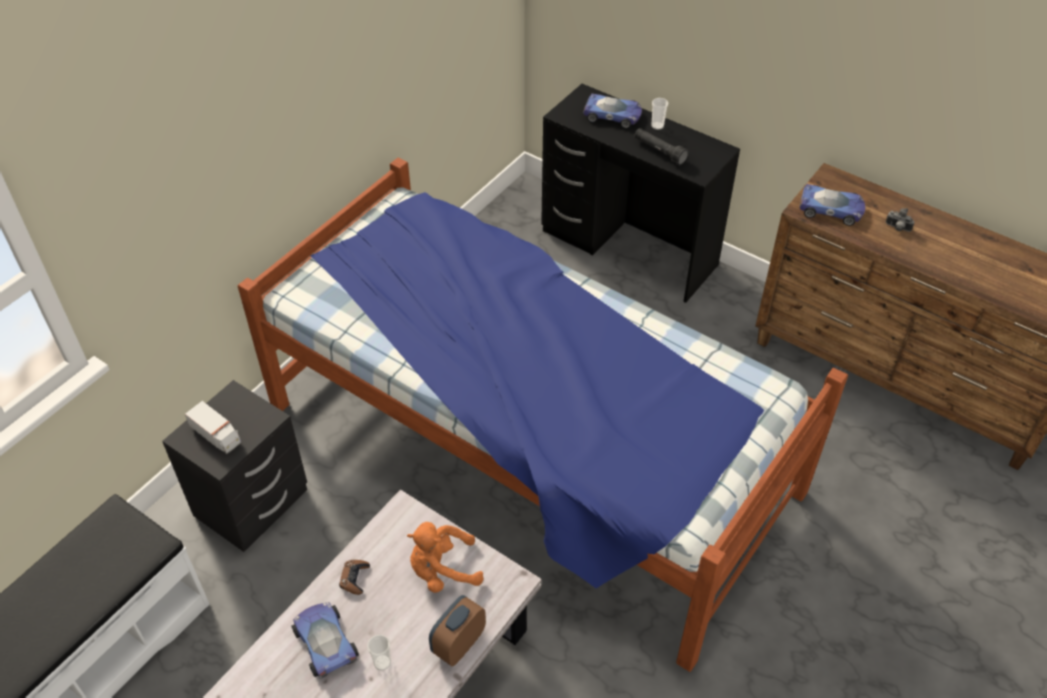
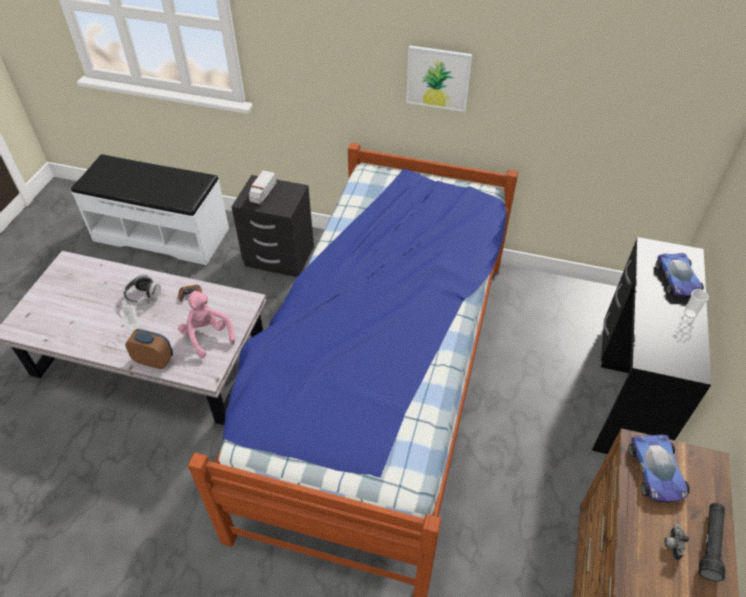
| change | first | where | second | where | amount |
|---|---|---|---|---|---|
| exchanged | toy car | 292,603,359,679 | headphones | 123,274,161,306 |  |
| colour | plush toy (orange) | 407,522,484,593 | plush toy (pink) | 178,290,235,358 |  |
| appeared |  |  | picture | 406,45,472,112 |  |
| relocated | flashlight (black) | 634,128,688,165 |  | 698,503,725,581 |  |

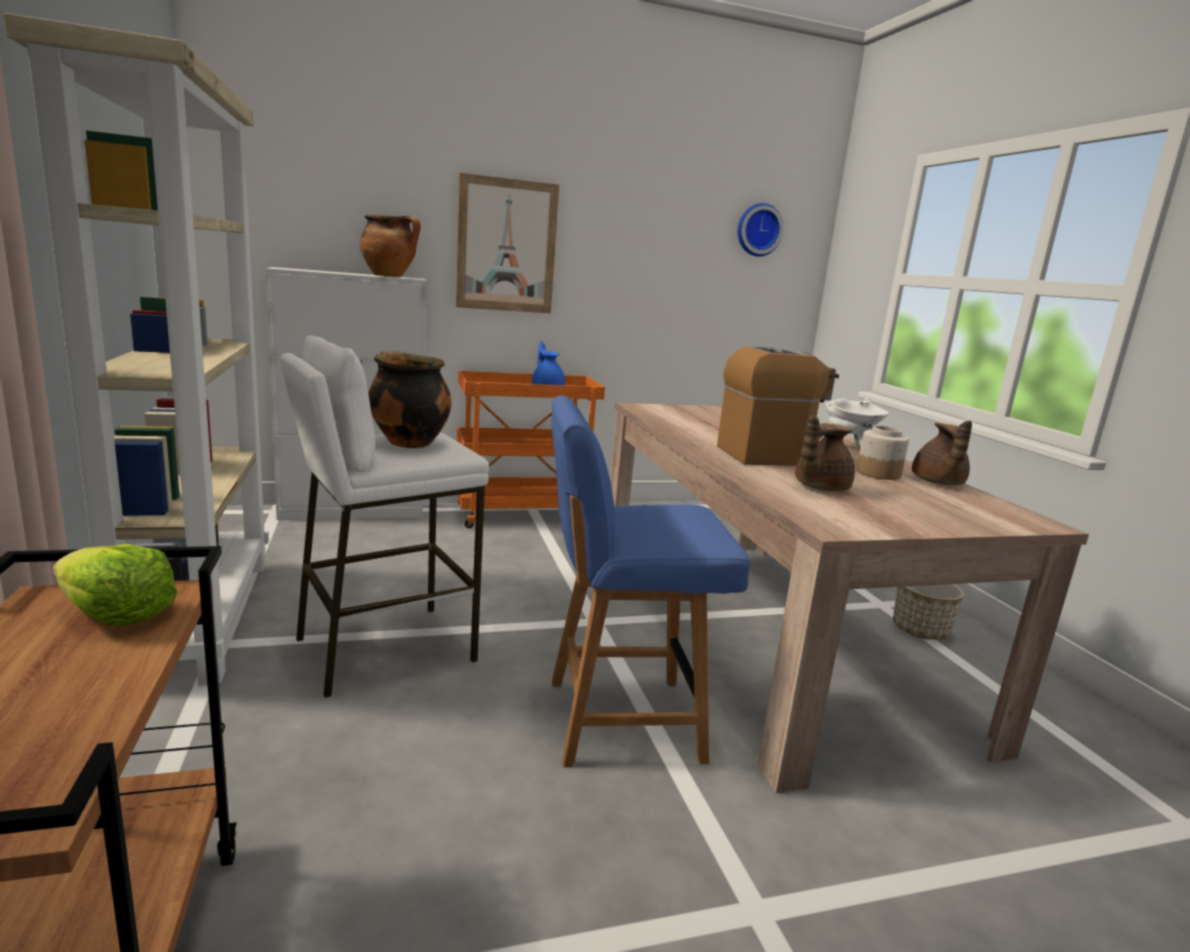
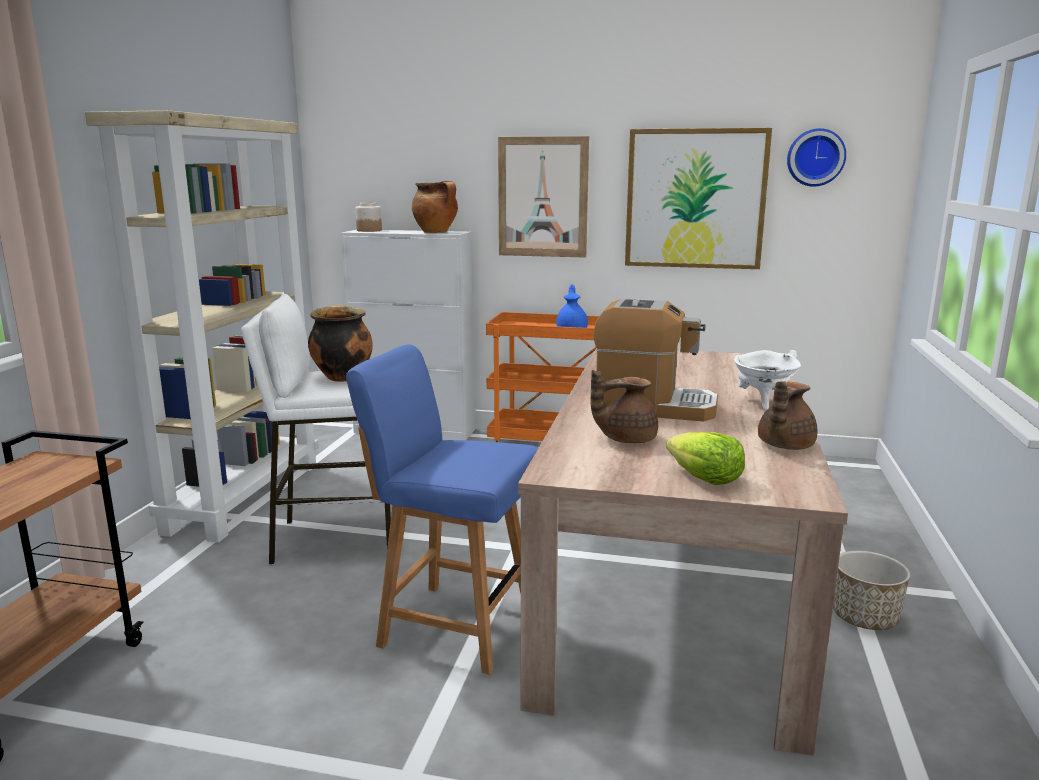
| change | first | where | second | where | amount |
|---|---|---|---|---|---|
| relocated | jar | 857,426,909,480 |  | 355,202,382,232 |  |
| appeared |  |  | picture | 625,128,772,269 |  |
| relocated | lettuce | 53,544,178,626 |  | 666,432,745,485 |  |

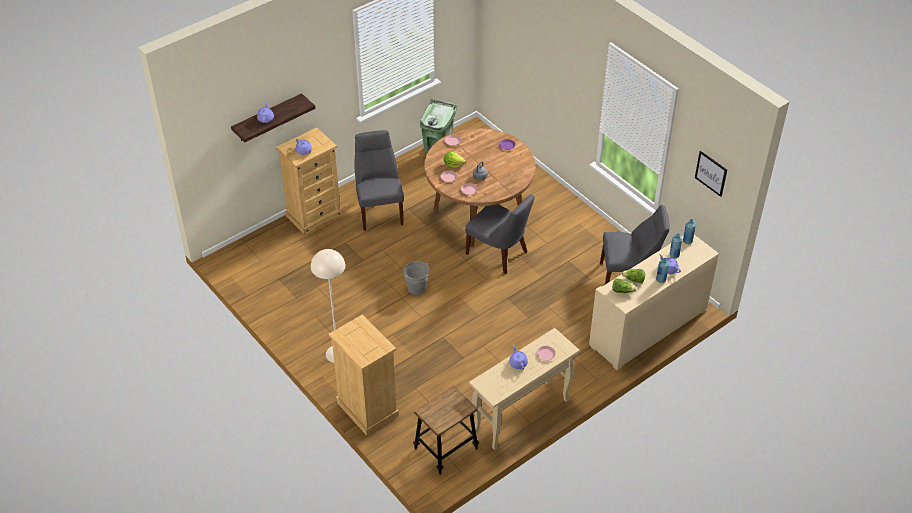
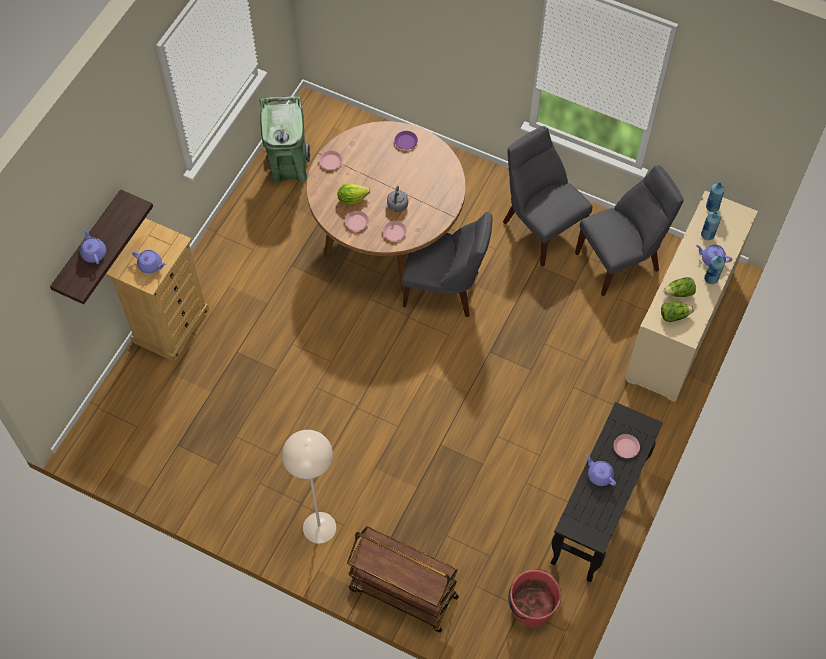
| change | first | where | second | where | amount |
|---|---|---|---|---|---|
| exchanged | dresser (beige) | 329,314,399,436 | cart (brown) | 347,527,459,633 |  |
| relocated | chair (grey) | 354,130,404,231 |  | 503,126,593,267 |  |
| exchanged | stool | 413,385,479,475 | bucket (red) | 508,569,561,627 |  |
| colour | console table (beige) | 469,328,580,450 | console table (black) | 550,402,663,582 |  |
| missing | bucket (grey) | 404,261,429,295 |  |  |  |
| missing | picture | 695,151,727,197 |  |  |  |

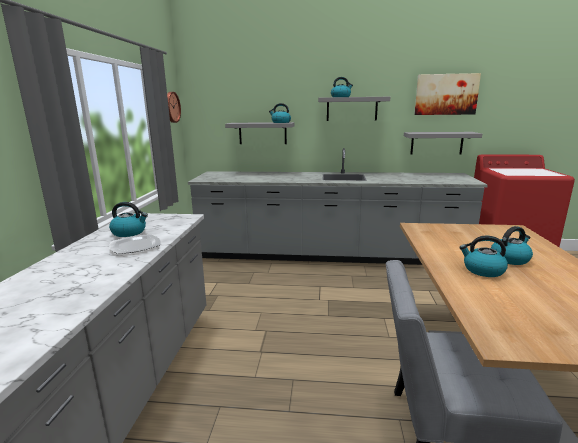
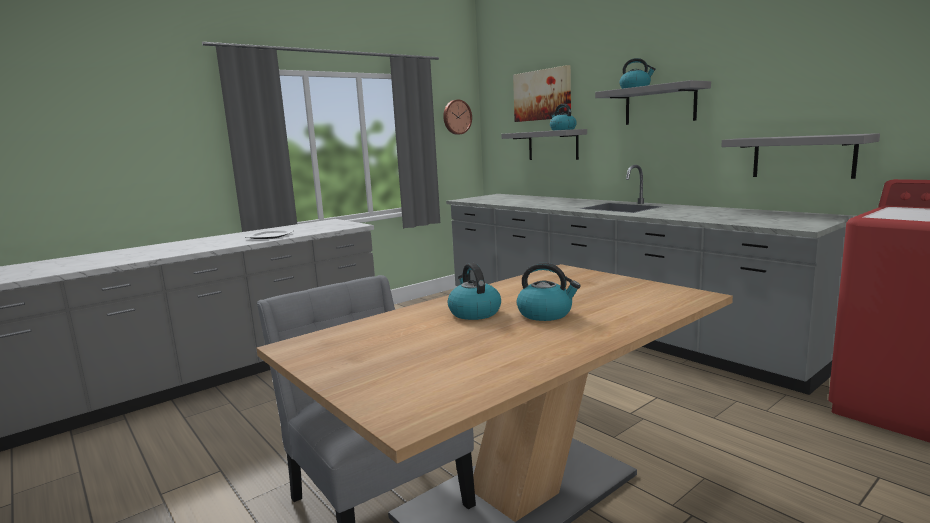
| change | first | where | second | where | amount |
|---|---|---|---|---|---|
| relocated | picture | 414,73,481,115 |  | 513,65,571,122 |  |
| missing | kettle | 109,202,148,237 |  |  |  |

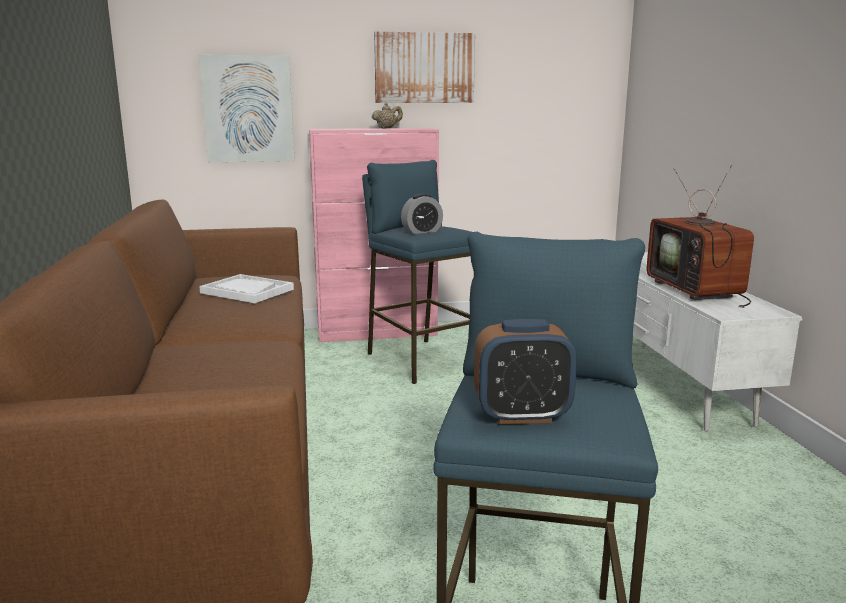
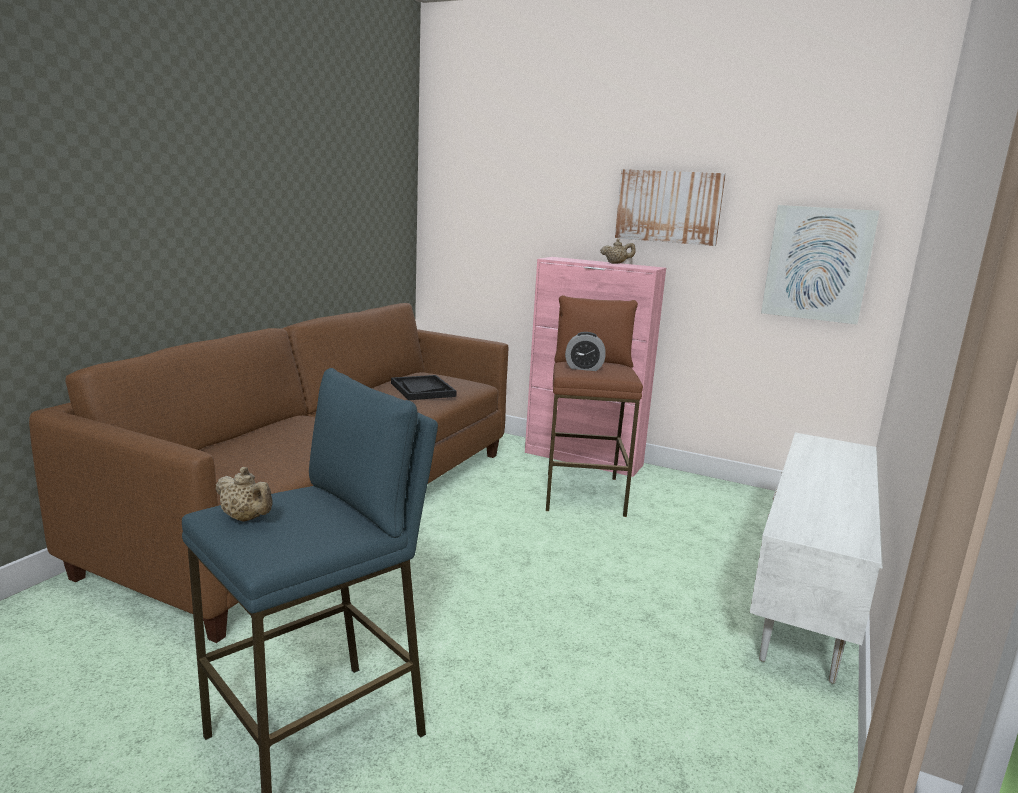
| change | first | where | second | where | amount |
|---|---|---|---|---|---|
| exchanged | alarm clock | 474,319,577,424 | teapot (beige) | 215,467,273,522 |  |
| colour | tray (white) | 199,274,294,303 | tray (black) | 391,375,457,400 |  |
| colour | stool (blue) | 362,160,473,384 | stool (brown) | 546,295,643,517 |  |
| relocated | picture | 199,55,295,162 |  | 761,205,880,324 |  |
| missing | television | 646,165,754,308 |  |  |  |

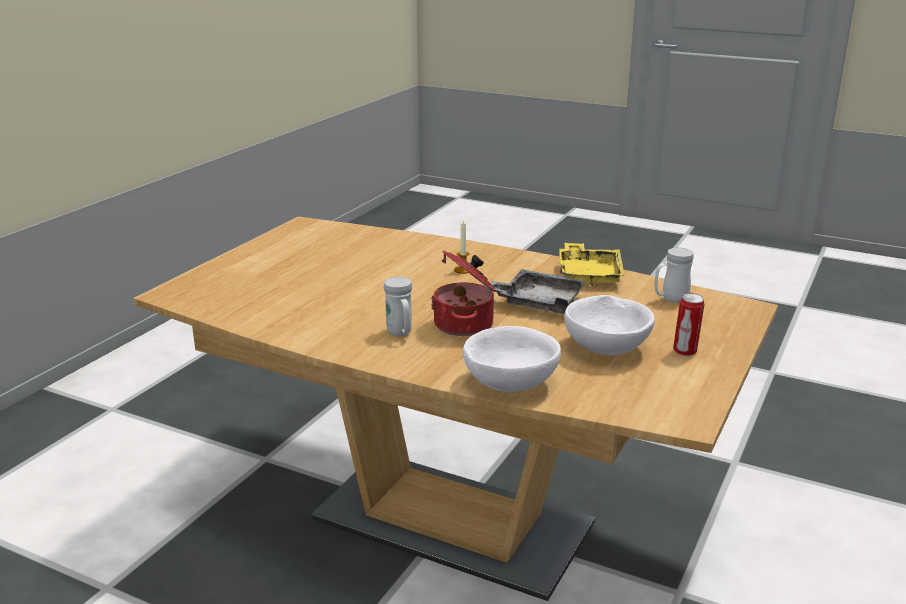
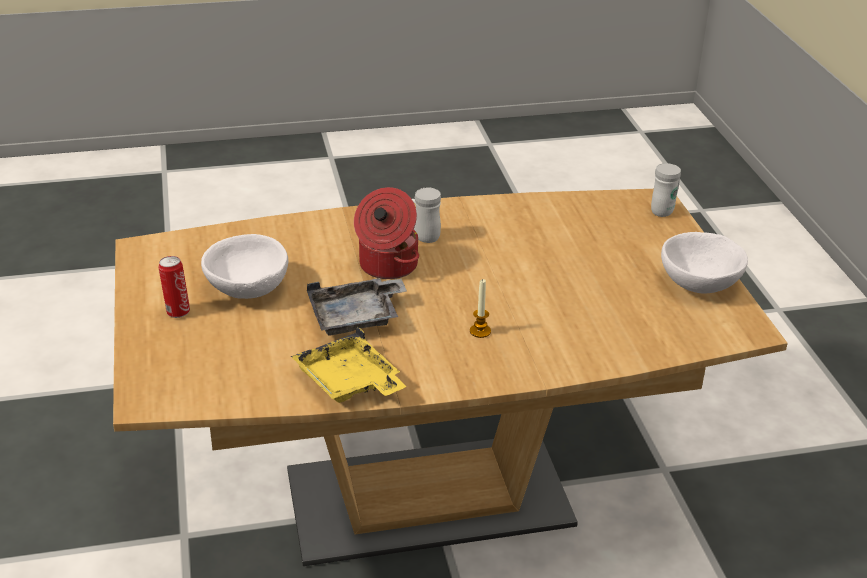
| change | first | where | second | where | amount |
|---|---|---|---|---|---|
| relocated | mug (white) | 655,247,694,303 |  | 651,163,681,217 |  |
| relocated | bowl (white) | 463,326,561,392 |  | 661,232,748,293 |  |

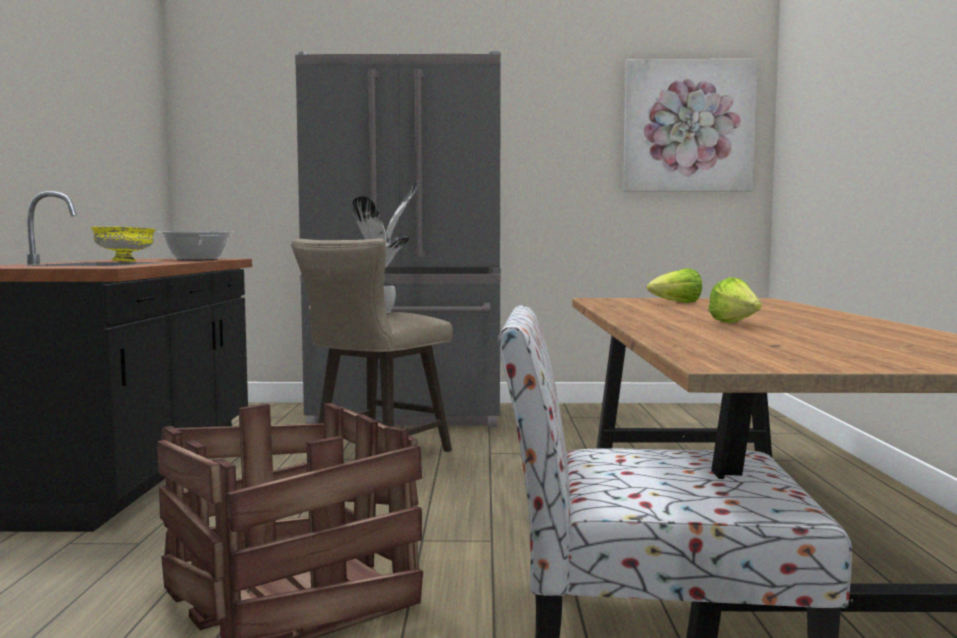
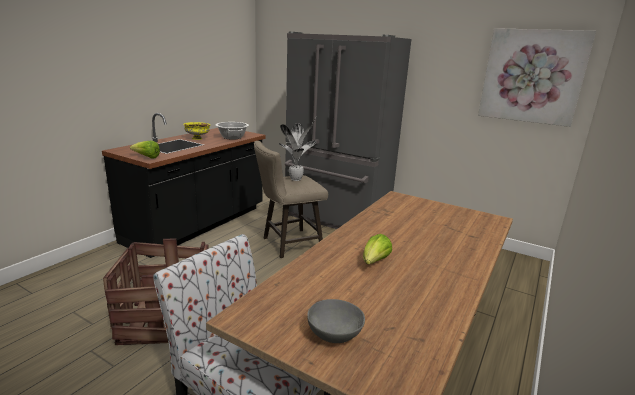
| change | first | where | second | where | amount |
|---|---|---|---|---|---|
| relocated | lettuce | 647,268,702,303 |  | 130,140,160,158 |  |
| appeared |  |  | bowl (grey) | 307,299,365,343 |  |

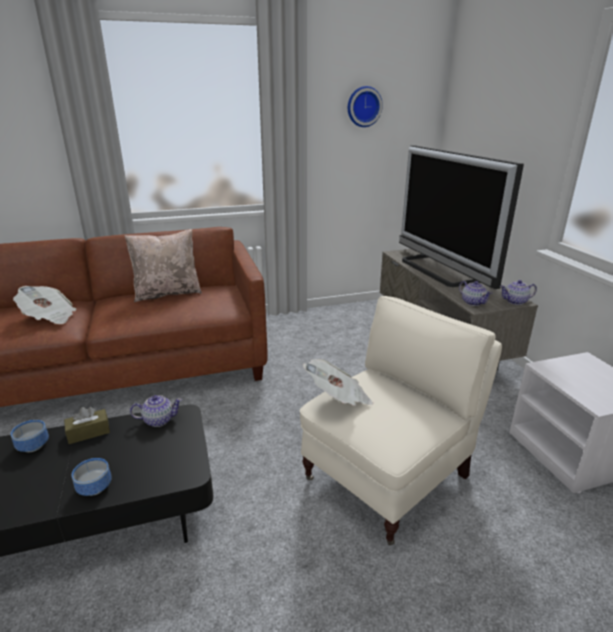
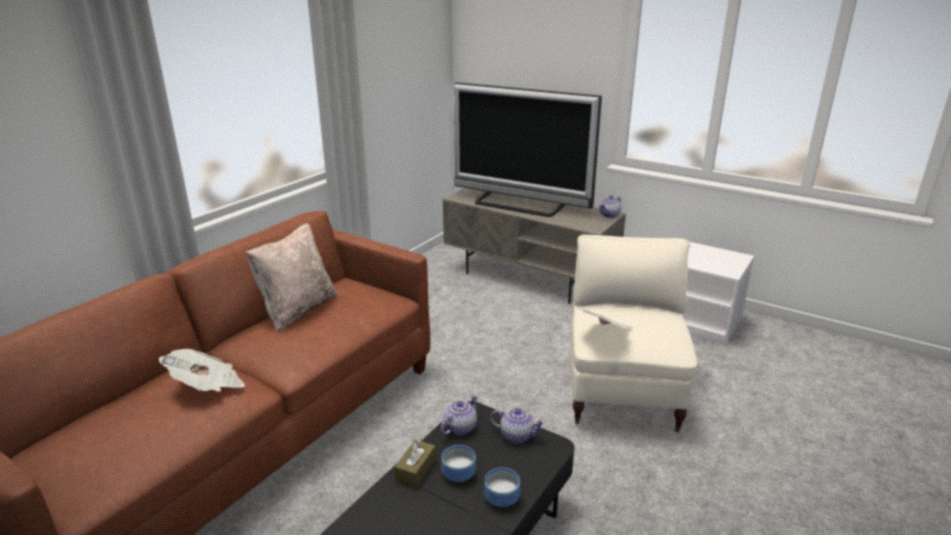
| change | first | where | second | where | amount |
|---|---|---|---|---|---|
| relocated | bowl | 11,420,49,452 |  | 442,445,476,482 |  |
| relocated | teapot | 459,281,492,306 |  | 490,408,546,444 |  |
| missing | wall clock | 348,86,383,127 |  |  |  |

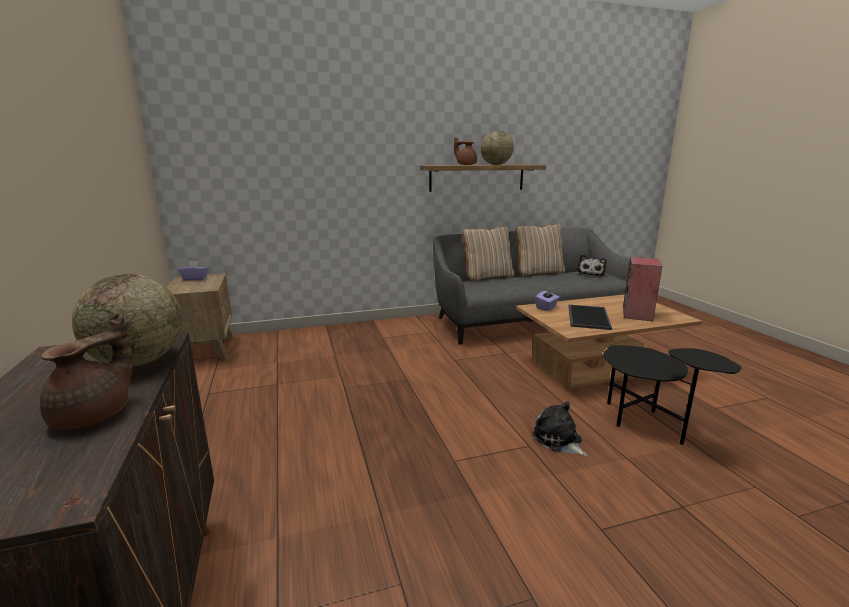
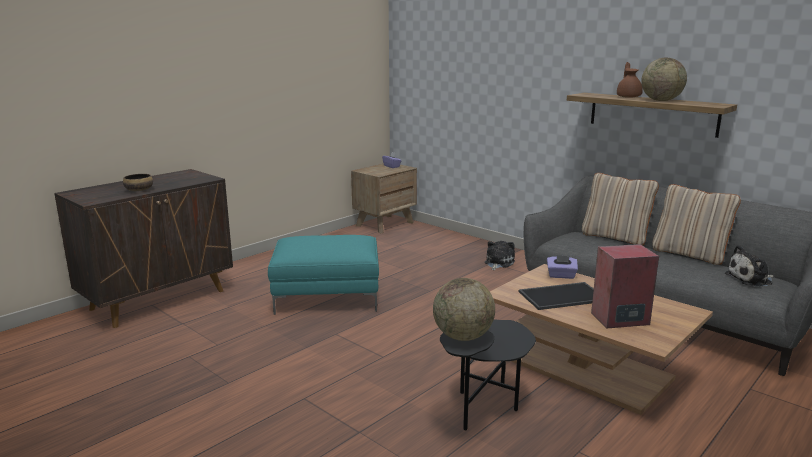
| change | first | where | second | where | amount |
|---|---|---|---|---|---|
| exchanged | teapot (brown) | 40,312,133,429 | bowl | 123,174,153,191 |  |
| appeared |  |  | ottoman (turquoise) | 268,235,379,315 |  |
| relocated | globe | 72,274,182,366 |  | 433,278,495,341 |  |
| relocated | plush toy | 532,401,587,456 |  | 485,241,515,270 |  |

